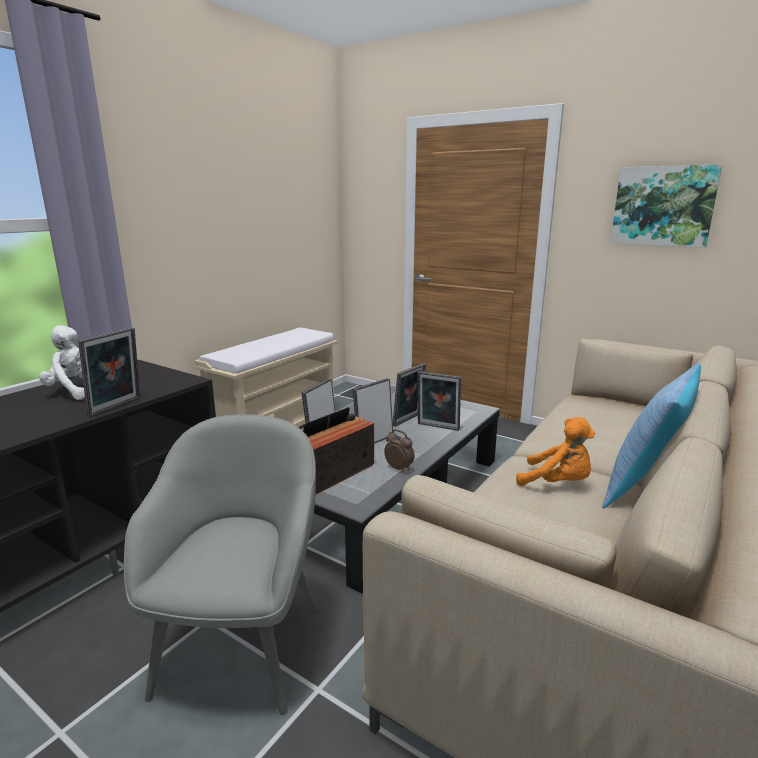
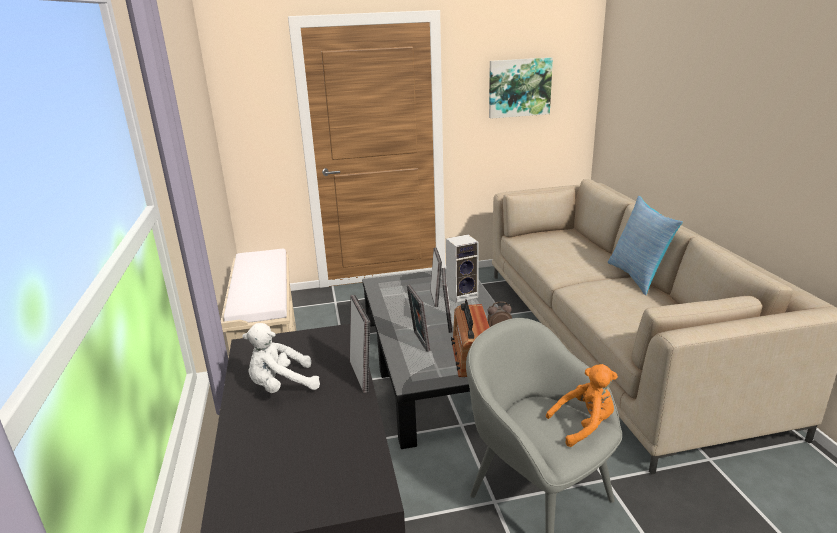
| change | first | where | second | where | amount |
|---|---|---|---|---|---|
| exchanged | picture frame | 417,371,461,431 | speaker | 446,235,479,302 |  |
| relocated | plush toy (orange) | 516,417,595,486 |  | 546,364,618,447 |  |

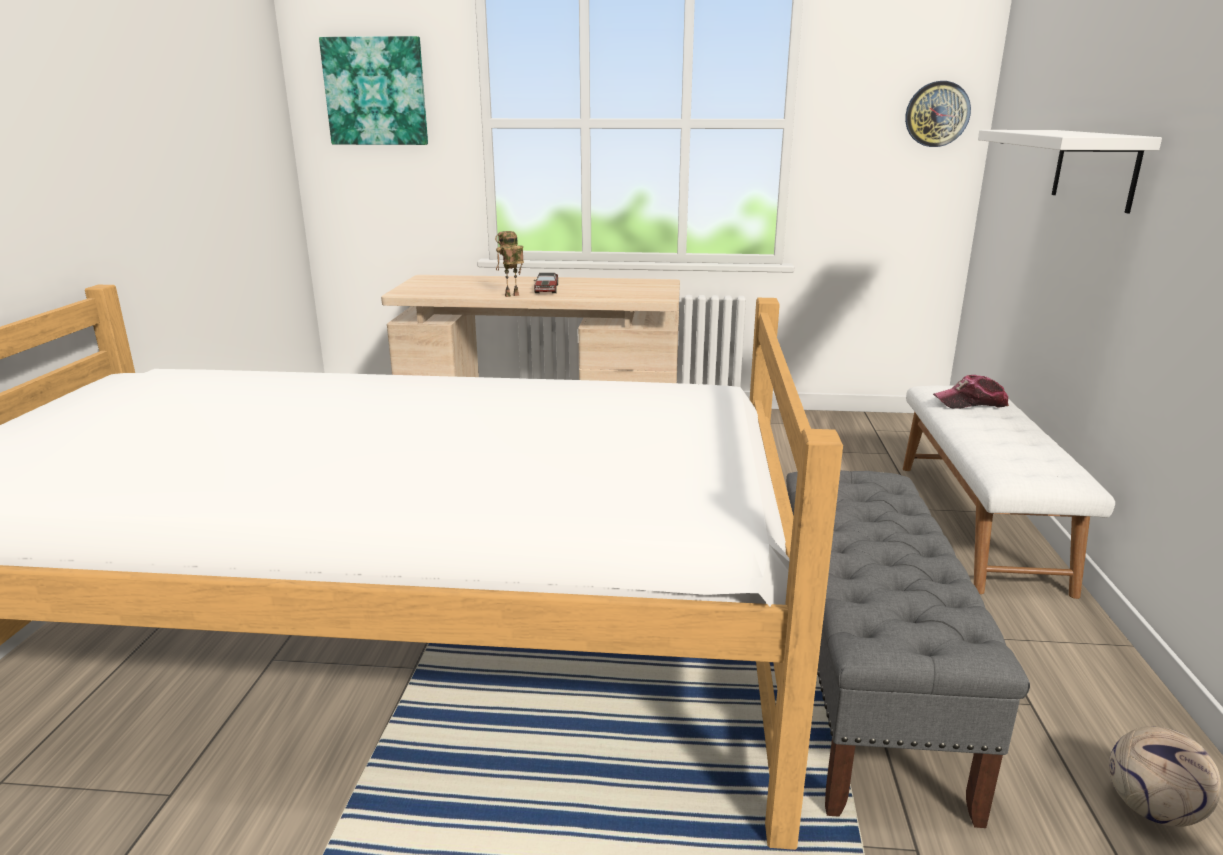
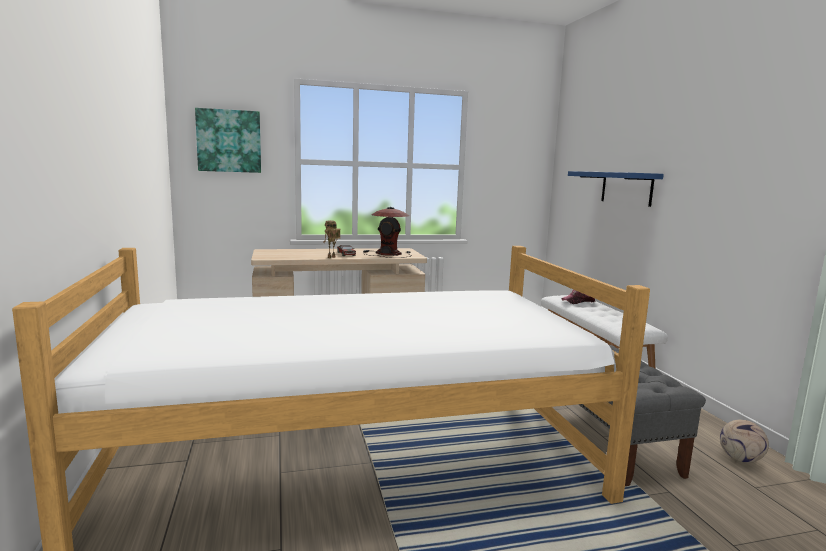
| change | first | where | second | where | amount |
|---|---|---|---|---|---|
| appeared |  |  | table lamp | 363,207,412,258 |  |
| colour | shelf (white) | 978,130,1162,214 | shelf (blue) | 568,171,664,207 |  |
| missing | wall clock | 905,81,971,147 |  |  |  |

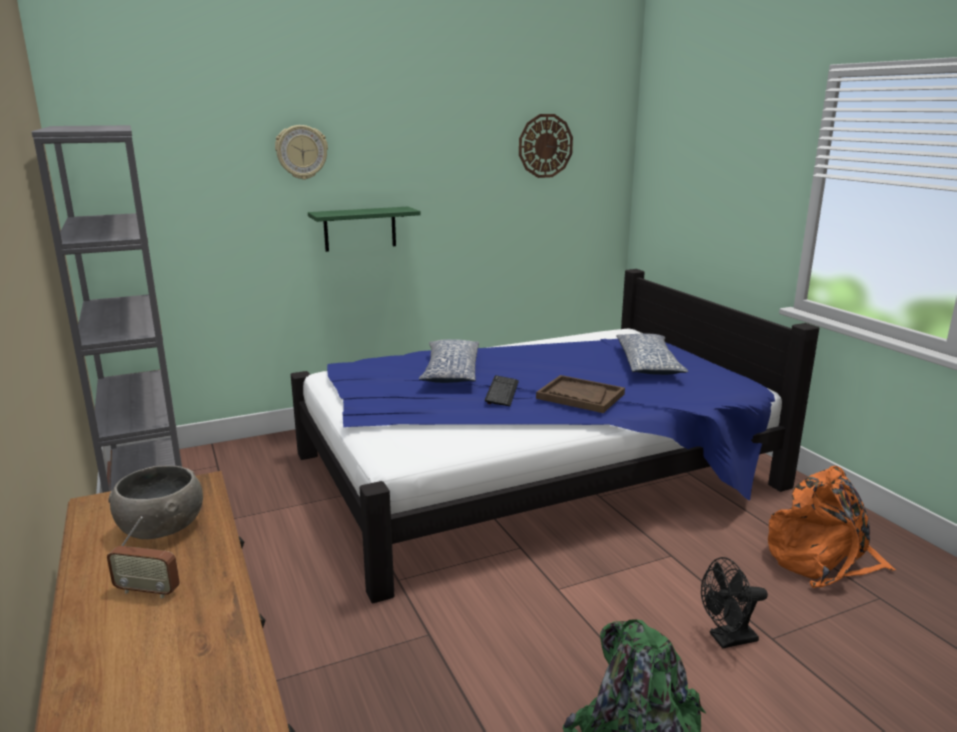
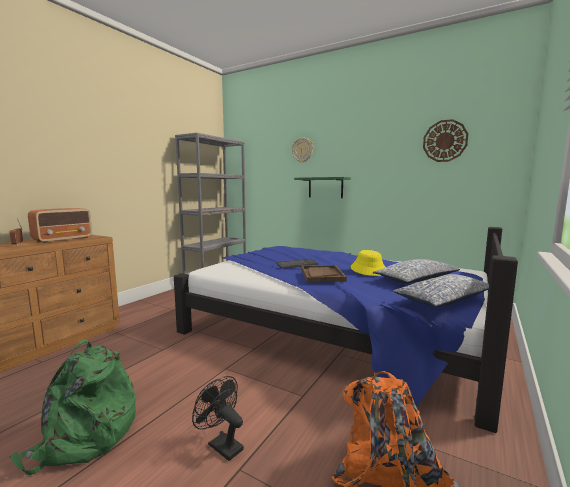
| change | first | where | second | where | amount |
|---|---|---|---|---|---|
| exchanged | bowl (grey) | 108,466,203,539 | radio | 28,208,92,243 |  |
| appeared |  |  | hat (yellow) | 350,250,386,276 |  |
| relocated | pillow | 419,339,479,383 |  | 393,274,489,307 |  |

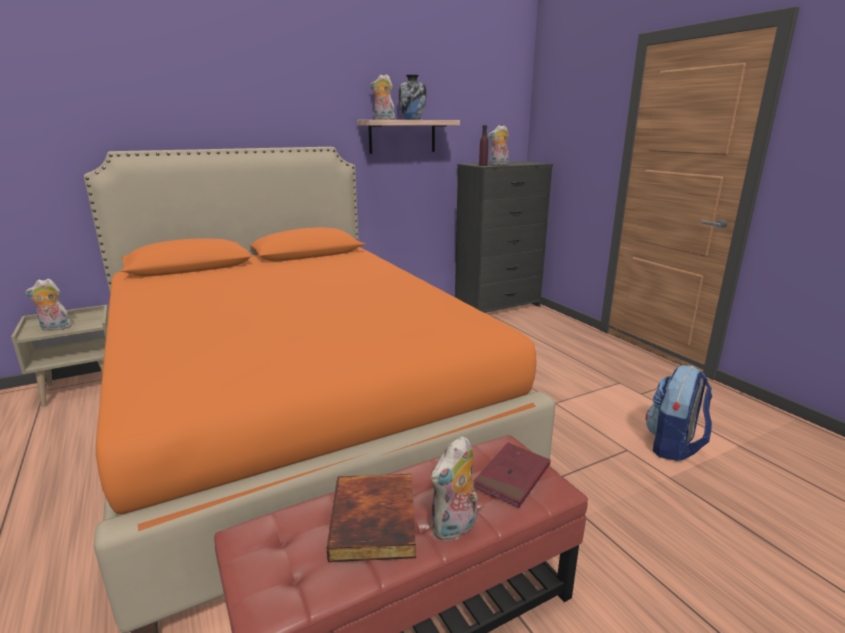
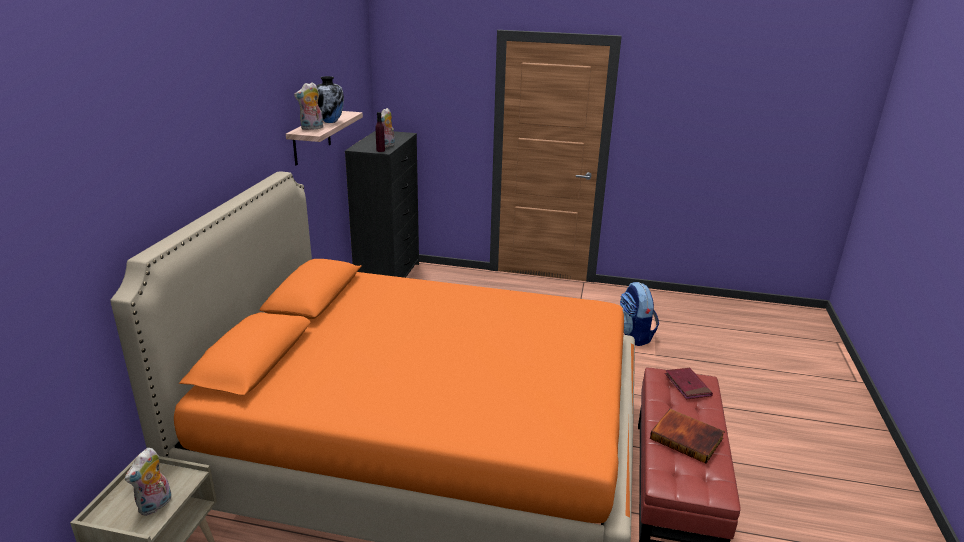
| change | first | where | second | where | amount |
|---|---|---|---|---|---|
| missing | plush toy | 431,436,478,542 |  |  |  |

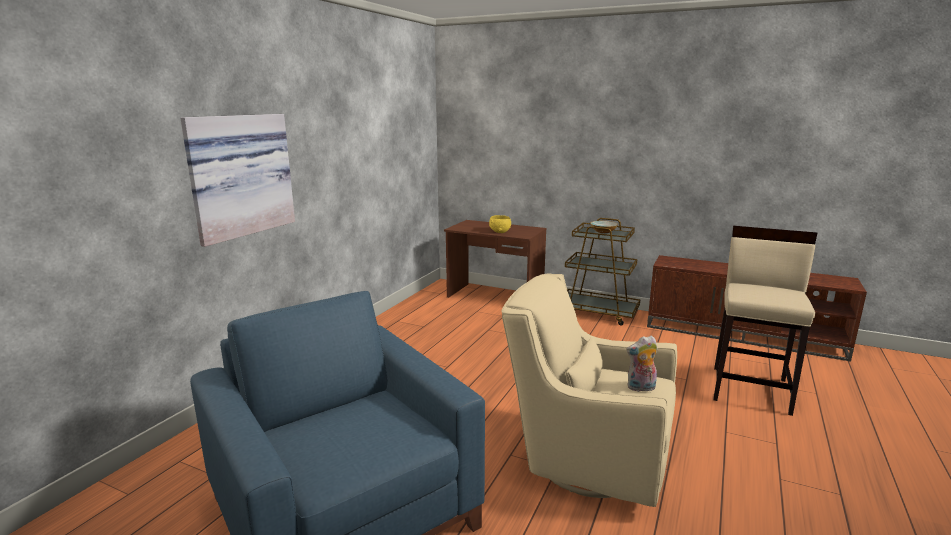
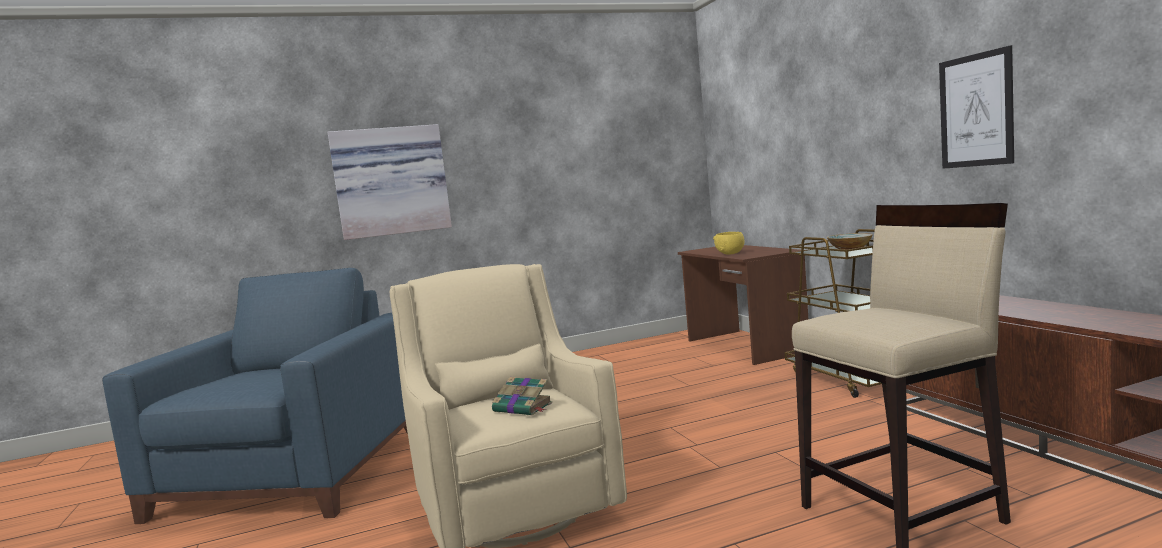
| change | first | where | second | where | amount |
|---|---|---|---|---|---|
| exchanged | plush toy | 626,335,658,392 | book | 492,377,552,416 |  |
| appeared |  |  | picture | 939,45,1014,169 |  |

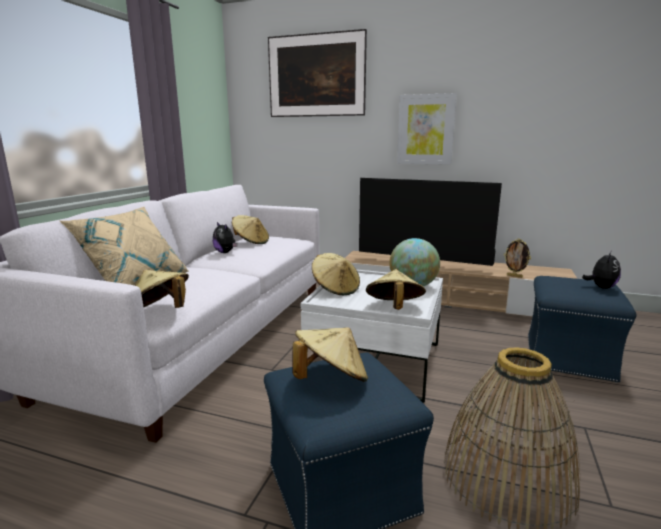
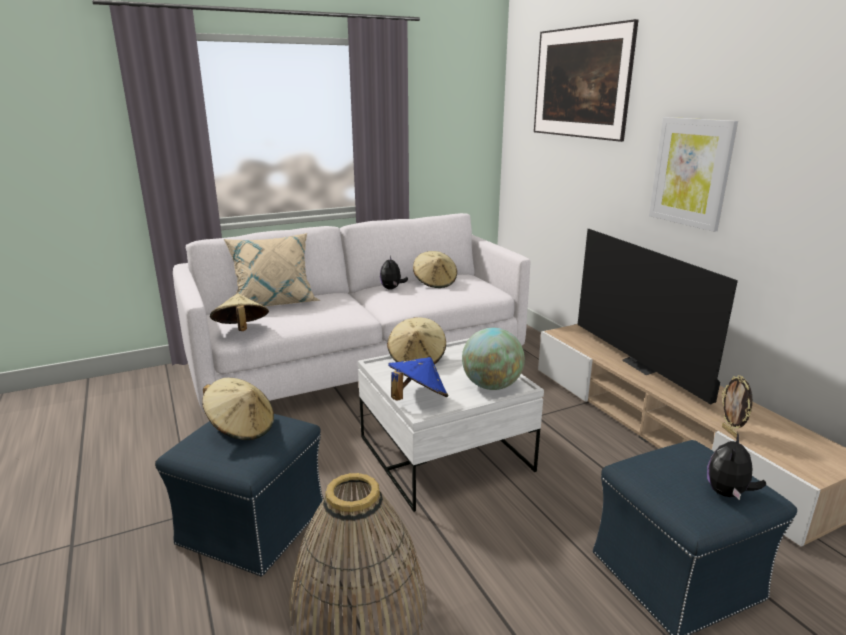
| change | first | where | second | where | amount |
|---|---|---|---|---|---|
| colour | hat (beige) | 366,269,426,310 | hat (blue) | 388,357,448,401 |  |
| spun | plush toy | 582,251,621,289 |  | 707,432,766,500 | 135 degrees clockwise |

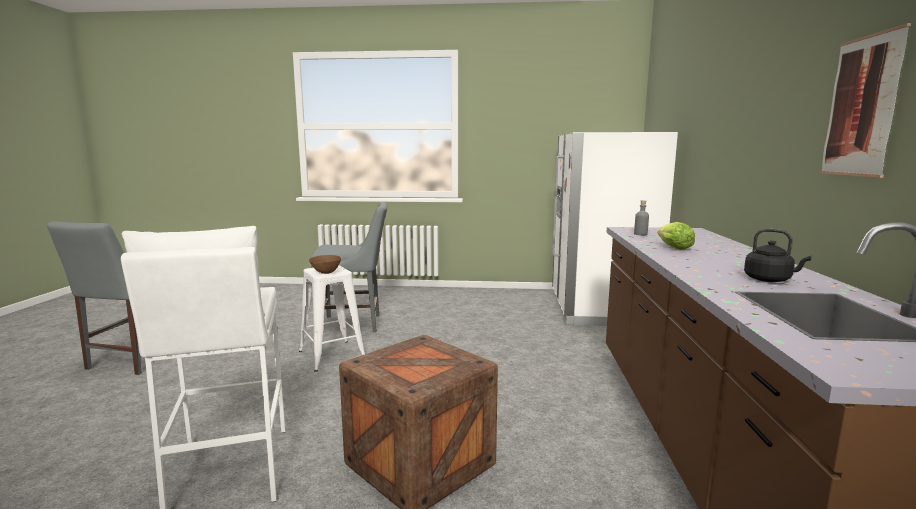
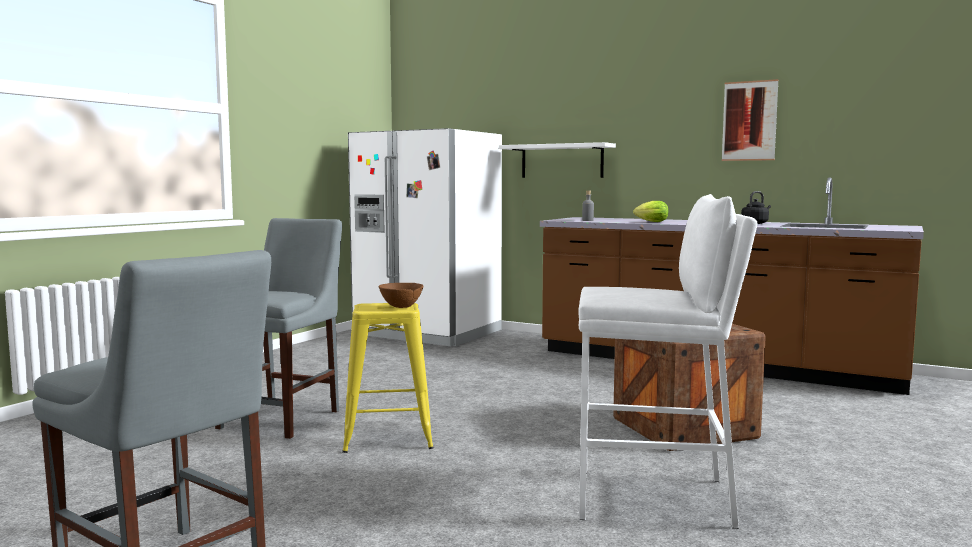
| change | first | where | second | where | amount |
|---|---|---|---|---|---|
| colour | stool (white) | 299,265,365,372 | stool (yellow) | 342,303,434,453 |  |
| appeared |  |  | shelf (white) | 499,142,616,178 |  |

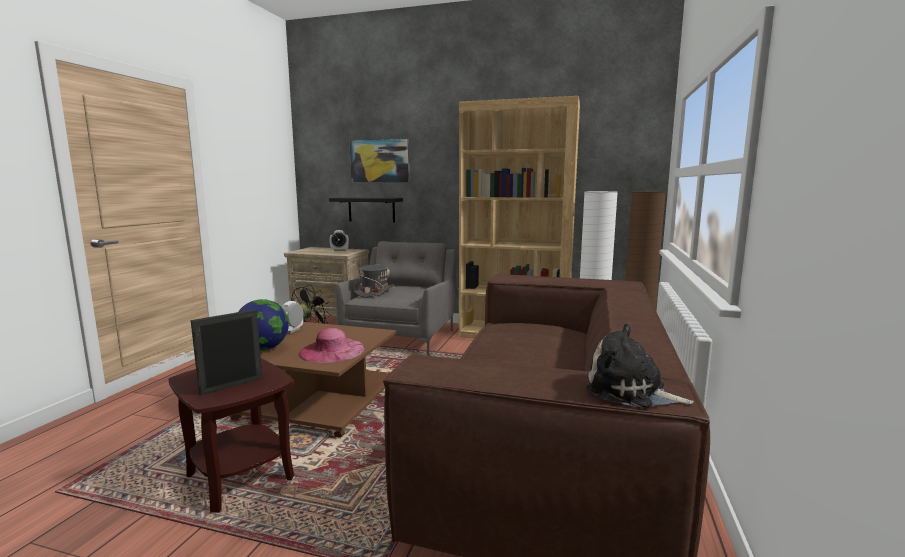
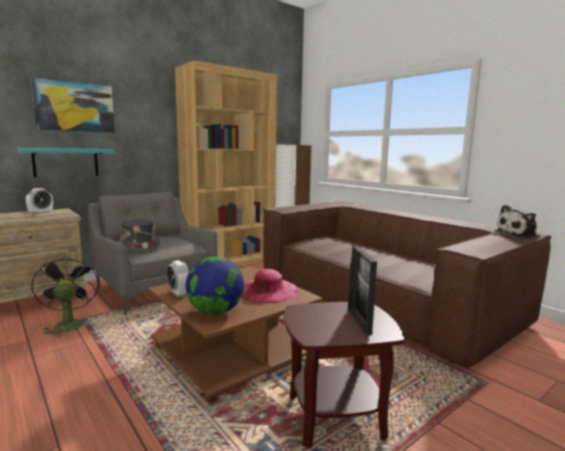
| change | first | where | second | where | amount |
|---|---|---|---|---|---|
| colour | shelf (black) | 329,197,403,222 | shelf (turquoise) | 18,148,114,177 |  |

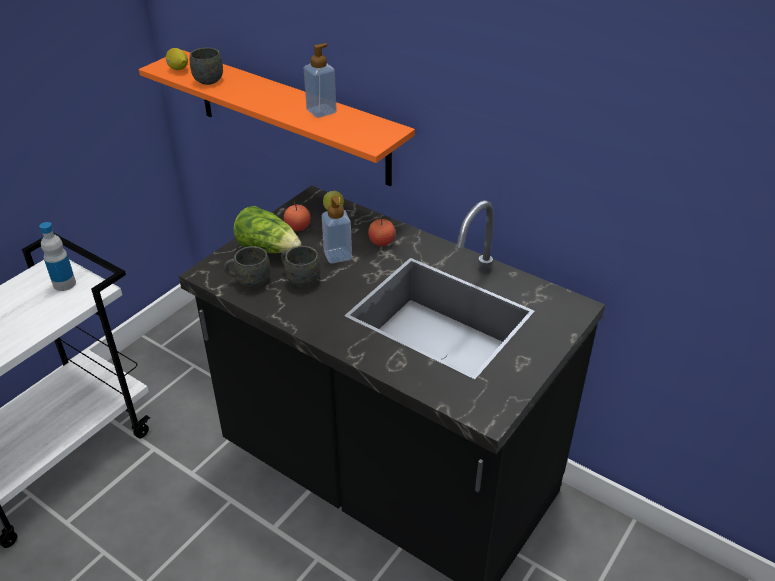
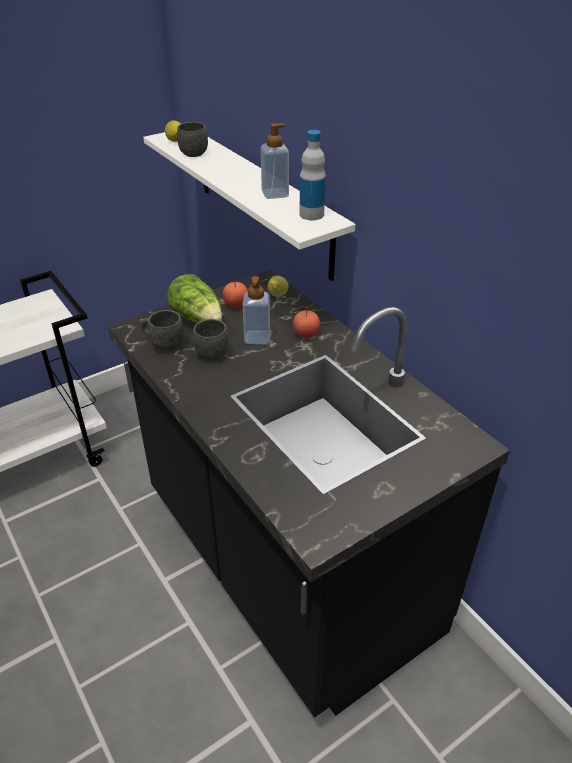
| change | first | where | second | where | amount |
|---|---|---|---|---|---|
| colour | shelf (orange) | 139,50,415,186 | shelf (white) | 143,132,356,281 |  |
| relocated | bottle | 39,222,76,291 |  | 299,130,326,220 |  |

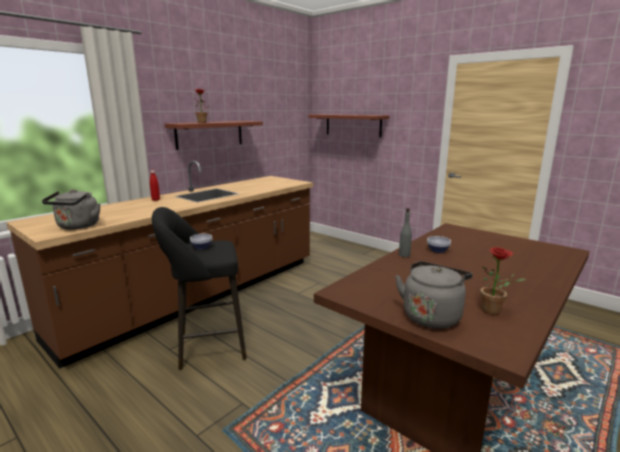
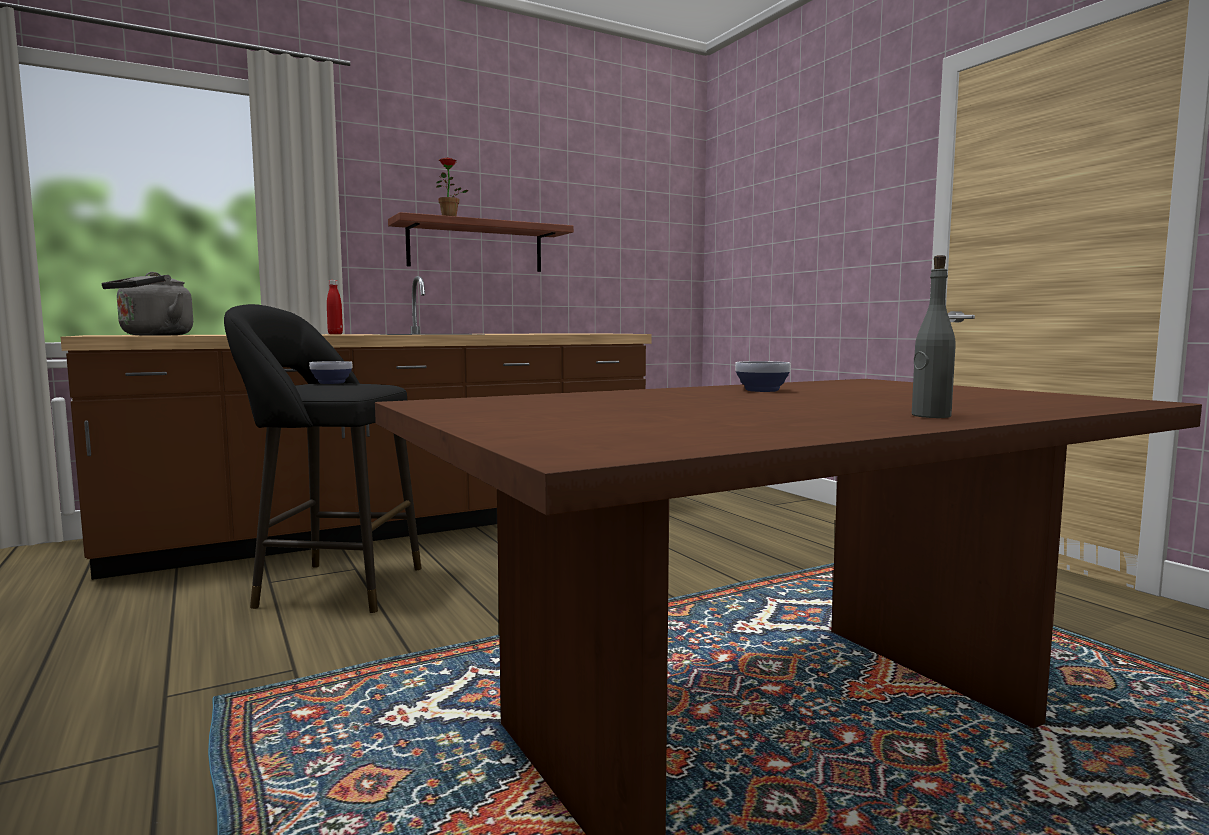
| change | first | where | second | where | amount |
|---|---|---|---|---|---|
| relocated | bottle (grey) | 399,208,412,257 |  | 912,255,956,418 |  |
| missing | shelf | 308,114,389,137 |  |  |  |
| missing | kettle (grey) | 395,261,472,329 |  |  |  |
| missing | potted plant | 481,247,526,315 |  |  |  |

